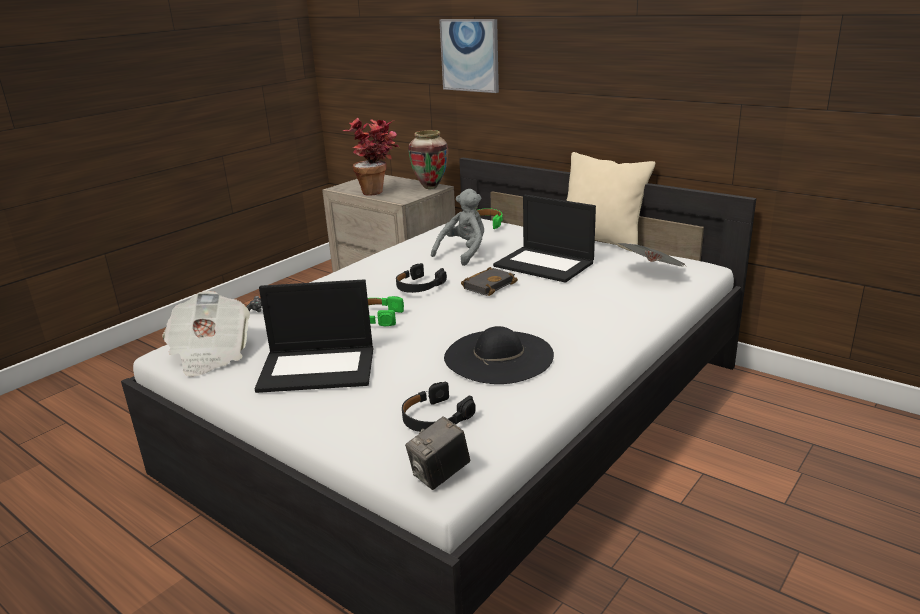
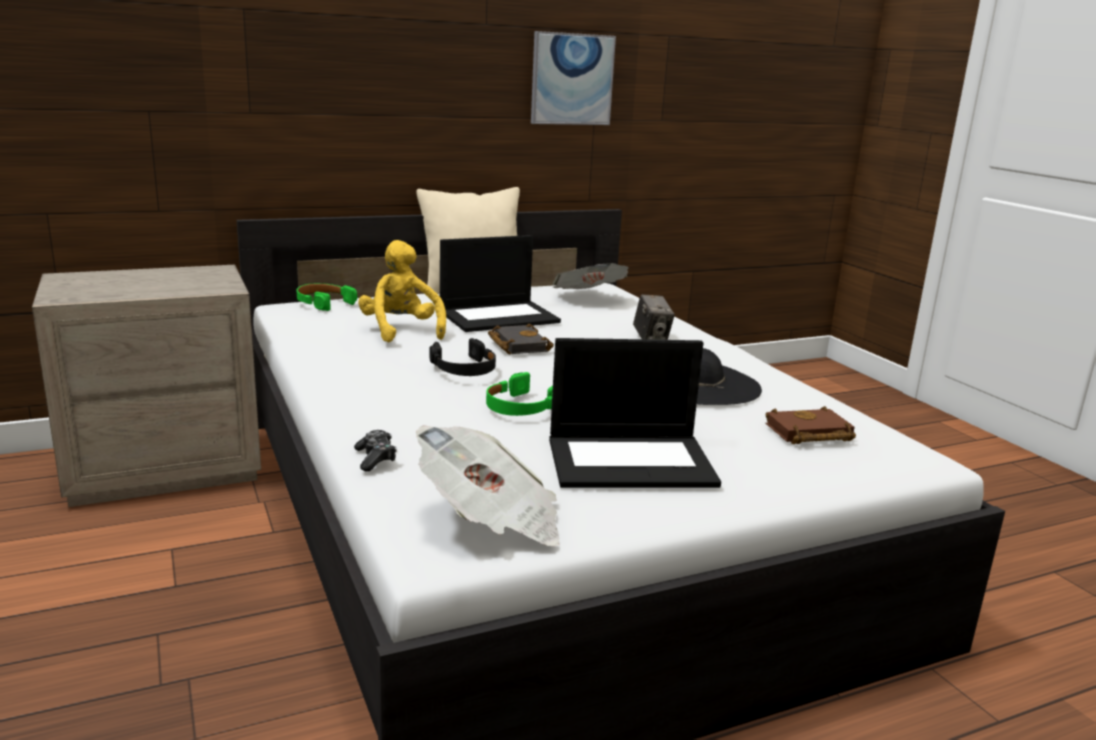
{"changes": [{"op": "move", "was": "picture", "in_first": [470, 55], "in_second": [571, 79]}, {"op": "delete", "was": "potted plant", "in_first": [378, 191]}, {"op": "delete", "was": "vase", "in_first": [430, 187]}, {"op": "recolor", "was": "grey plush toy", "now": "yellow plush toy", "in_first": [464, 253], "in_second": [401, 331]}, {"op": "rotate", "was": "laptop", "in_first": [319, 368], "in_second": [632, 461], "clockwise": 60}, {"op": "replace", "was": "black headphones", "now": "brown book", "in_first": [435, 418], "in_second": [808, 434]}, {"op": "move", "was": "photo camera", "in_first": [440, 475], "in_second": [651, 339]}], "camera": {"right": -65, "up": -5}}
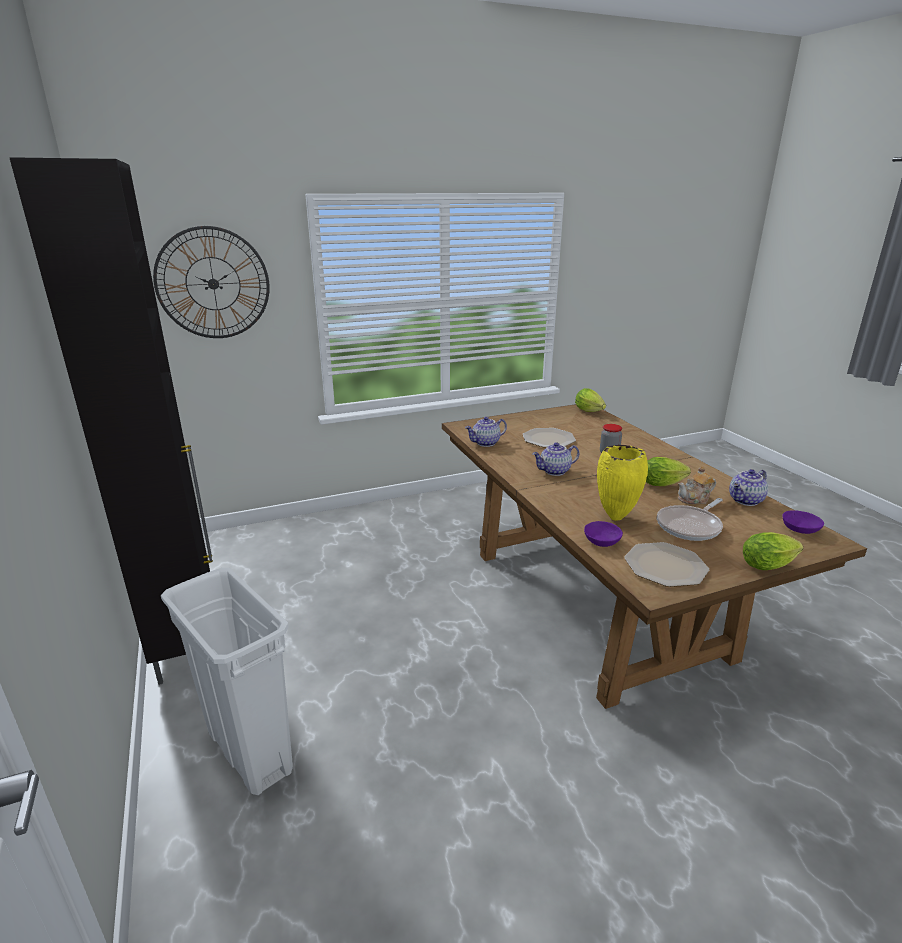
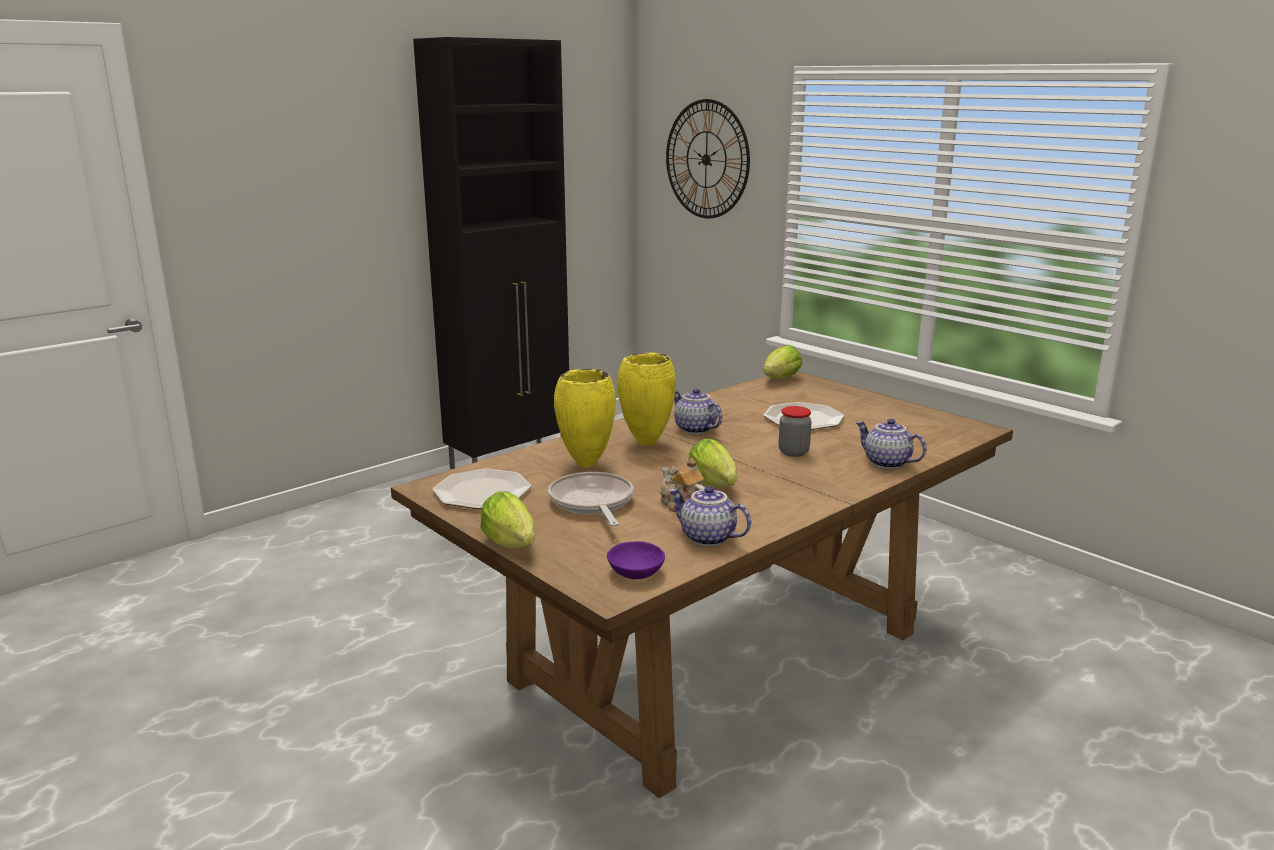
{"changes": [{"op": "move", "was": "lettuce", "in_first": [590, 412], "in_second": [779, 379]}, {"op": "move", "was": "teapot", "in_first": [486, 443], "in_second": [886, 463]}, {"op": "rotate", "was": "frying pan", "in_first": [690, 526], "in_second": [592, 503], "clockwise": 45}, {"op": "delete", "was": "purple bowl", "in_first": [600, 541]}, {"op": "delete", "was": "white trash can", "in_first": [249, 752]}, {"op": "insert", "now": "yellow vase", "in_second": [645, 443]}], "camera": {"right": 70, "up": -5}}
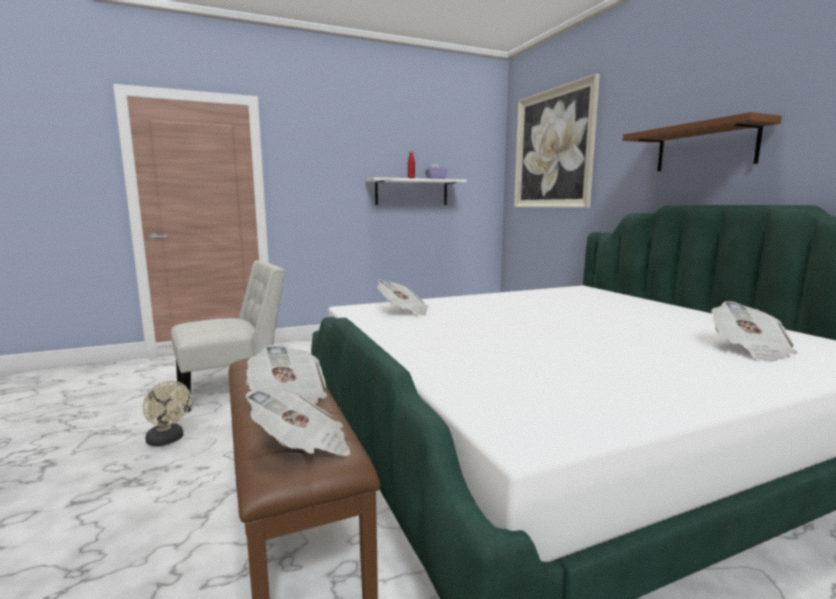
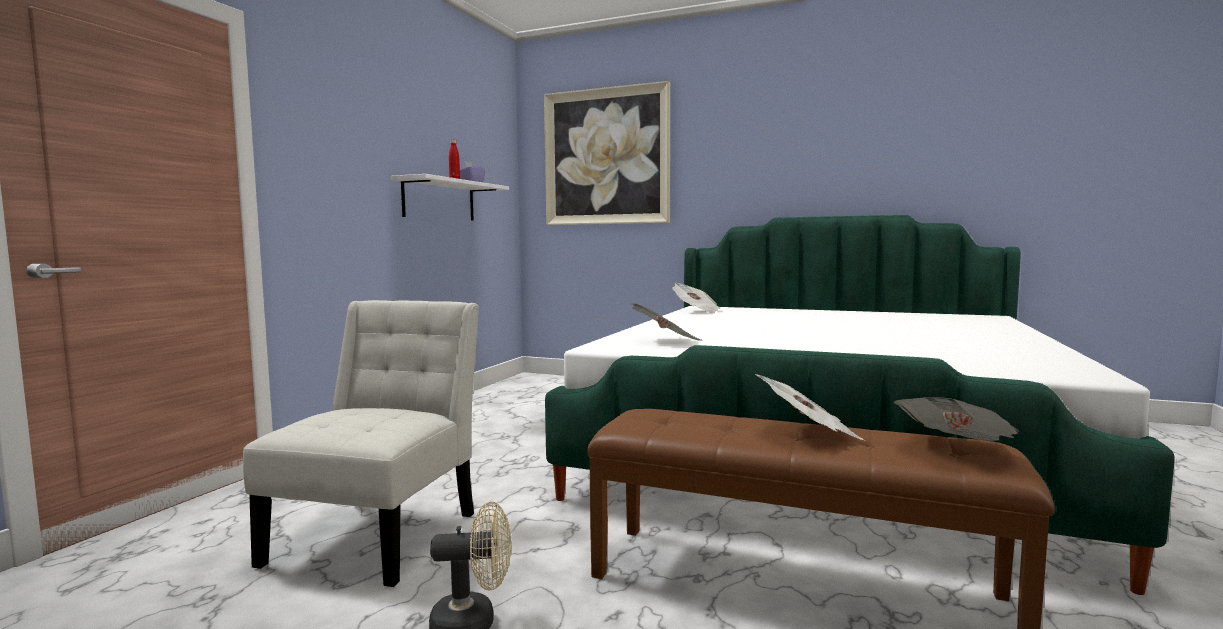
{"changes": [{"op": "delete", "was": "brown shelf", "in_first": [705, 147]}, {"op": "move", "was": "newspaper", "in_first": [749, 350], "in_second": [696, 311]}], "camera": {"right": -45, "up": -5}}
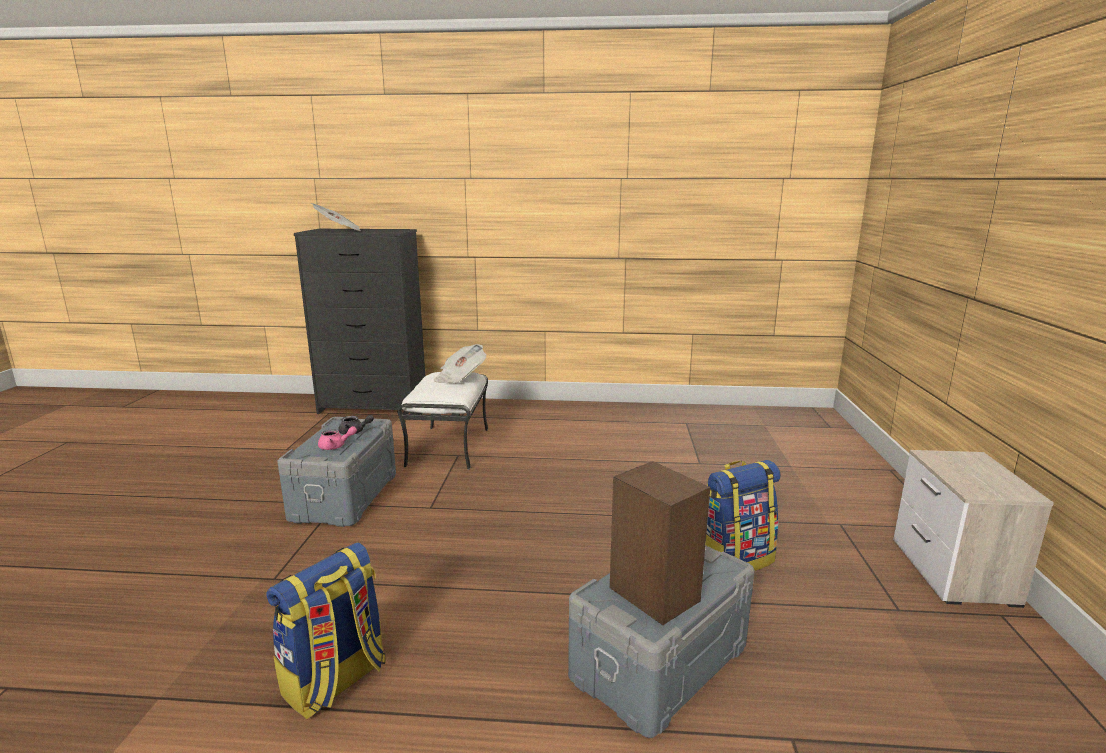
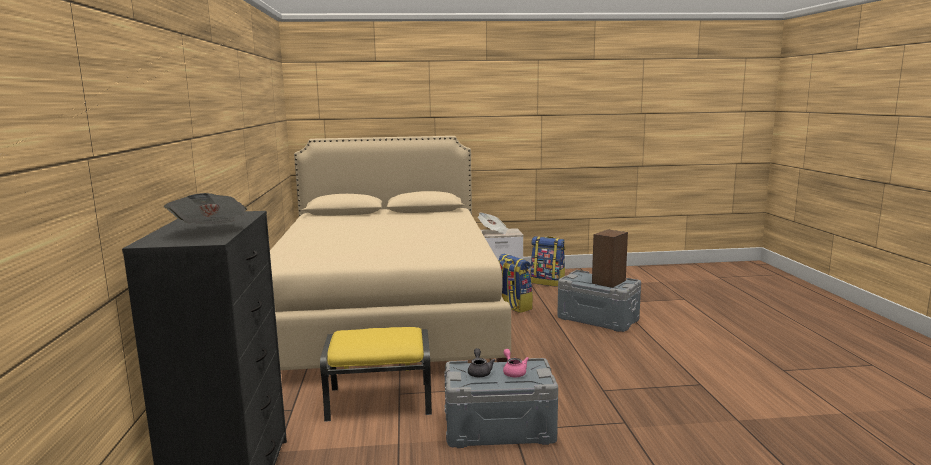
{"changes": [{"op": "move", "was": "newspaper", "in_first": [460, 378], "in_second": [493, 232]}, {"op": "recolor", "was": "white ottoman", "now": "yellow ottoman", "in_first": [449, 447], "in_second": [380, 401]}, {"op": "move", "was": "backpack", "in_first": [336, 681], "in_second": [548, 282]}, {"op": "insert", "now": "beige bed", "in_second": [386, 317]}], "camera": {"right": -100, "up": -5}}
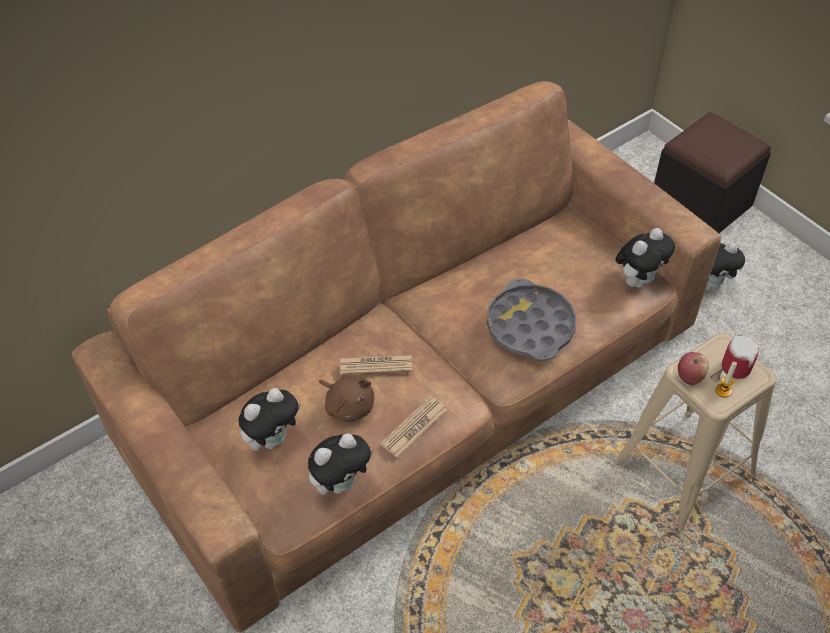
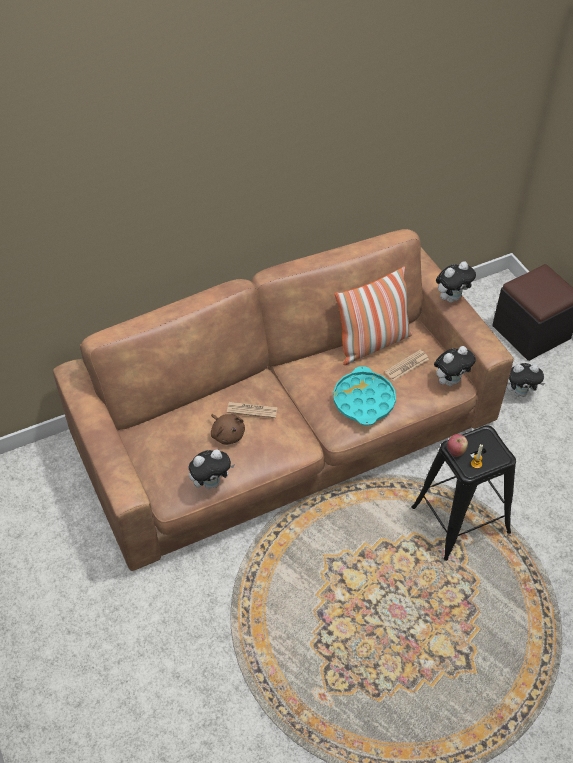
{"changes": [{"op": "recolor", "was": "grey tray", "now": "turquoise tray", "in_first": [530, 326], "in_second": [363, 400]}, {"op": "recolor", "was": "beige stool", "now": "black stool", "in_first": [684, 469], "in_second": [461, 520]}, {"op": "delete", "was": "mug", "in_first": [740, 367]}, {"op": "move", "was": "plush toy", "in_first": [273, 439], "in_second": [451, 298]}, {"op": "move", "was": "newspaper", "in_first": [413, 427], "in_second": [406, 366]}, {"op": "insert", "now": "pillow", "in_second": [372, 344]}], "camera": {"right": 10, "up": 0}}
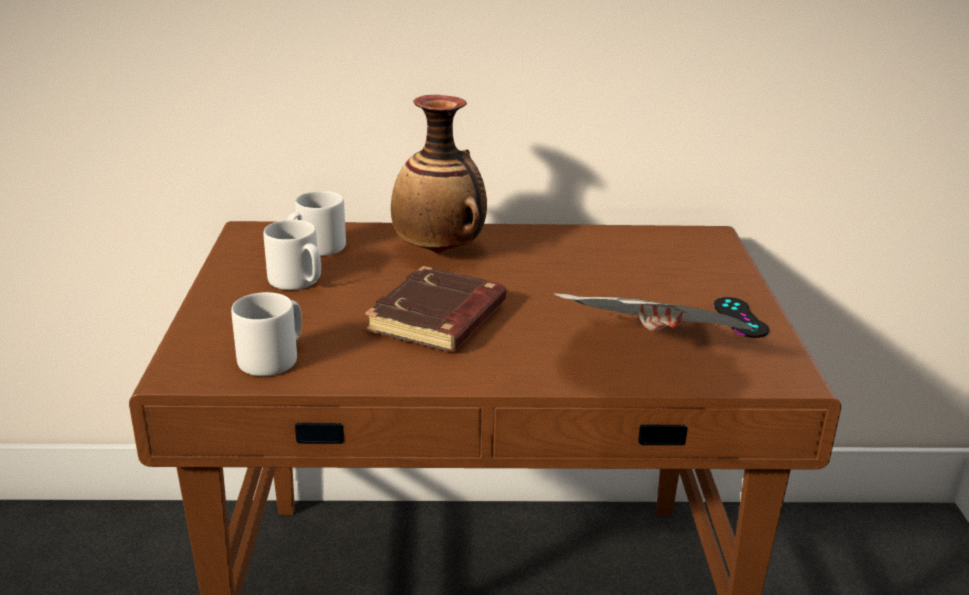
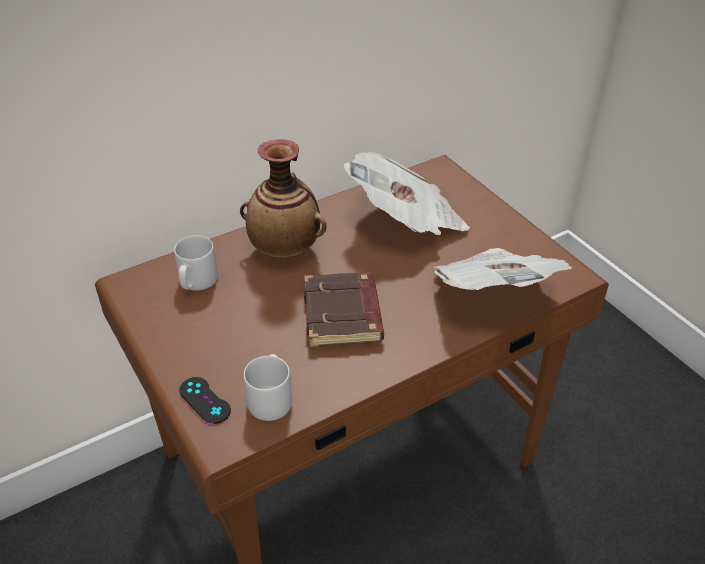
{"changes": [{"op": "delete", "was": "grey mug", "in_first": [298, 282]}, {"op": "move", "was": "black game controller", "in_first": [740, 318], "in_second": [205, 400]}, {"op": "insert", "now": "newspaper", "in_second": [407, 221]}], "camera": {"right": -30, "up": 15}}
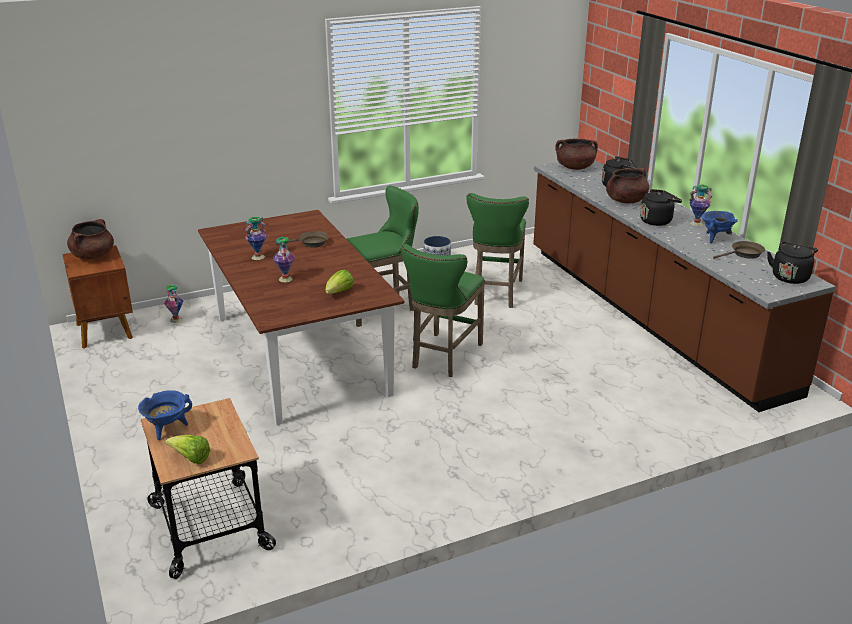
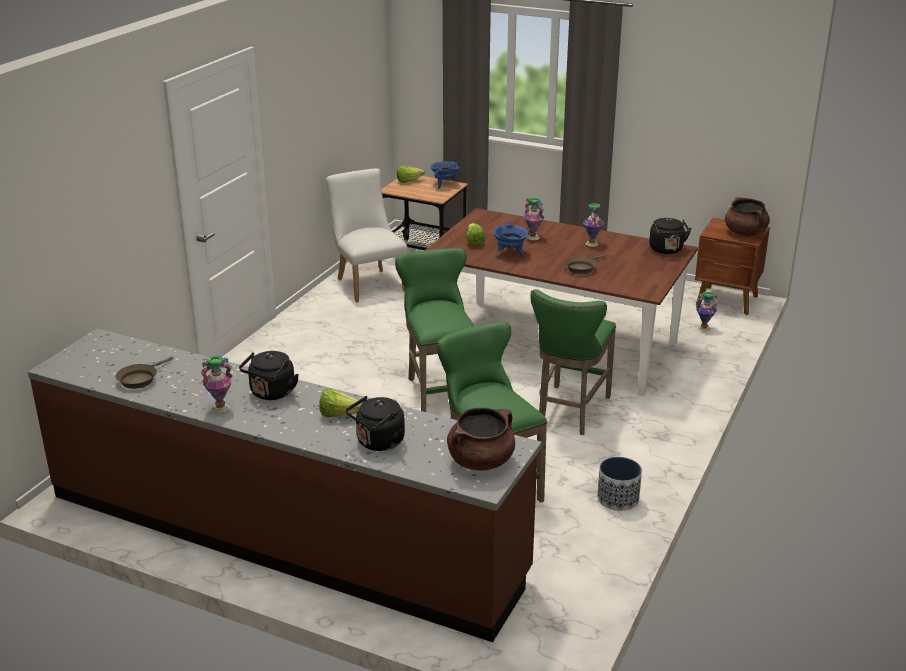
{"changes": [{"op": "replace", "was": "brown cooking pot", "now": "lettuce", "in_first": [626, 201], "in_second": [339, 415]}, {"op": "move", "was": "blue cooking pot", "in_first": [715, 238], "in_second": [510, 253]}, {"op": "move", "was": "black kettle", "in_first": [790, 277], "in_second": [667, 250]}, {"op": "insert", "now": "white chair", "in_second": [368, 283]}], "camera": {"right": 140, "up": 0}}
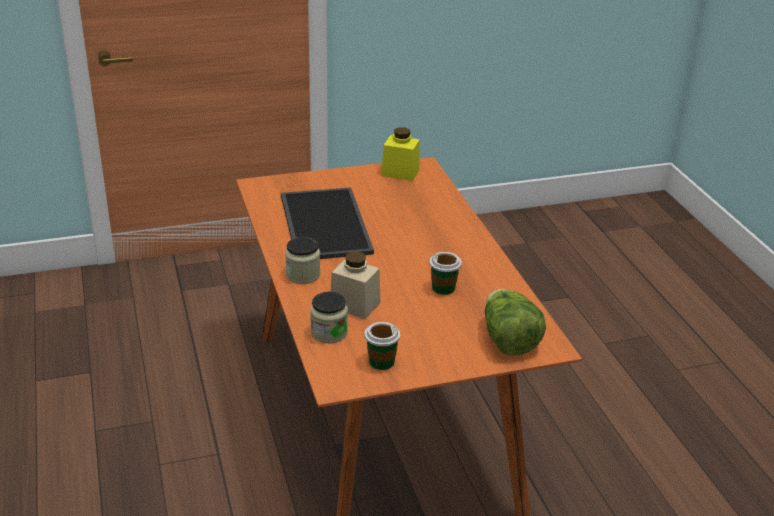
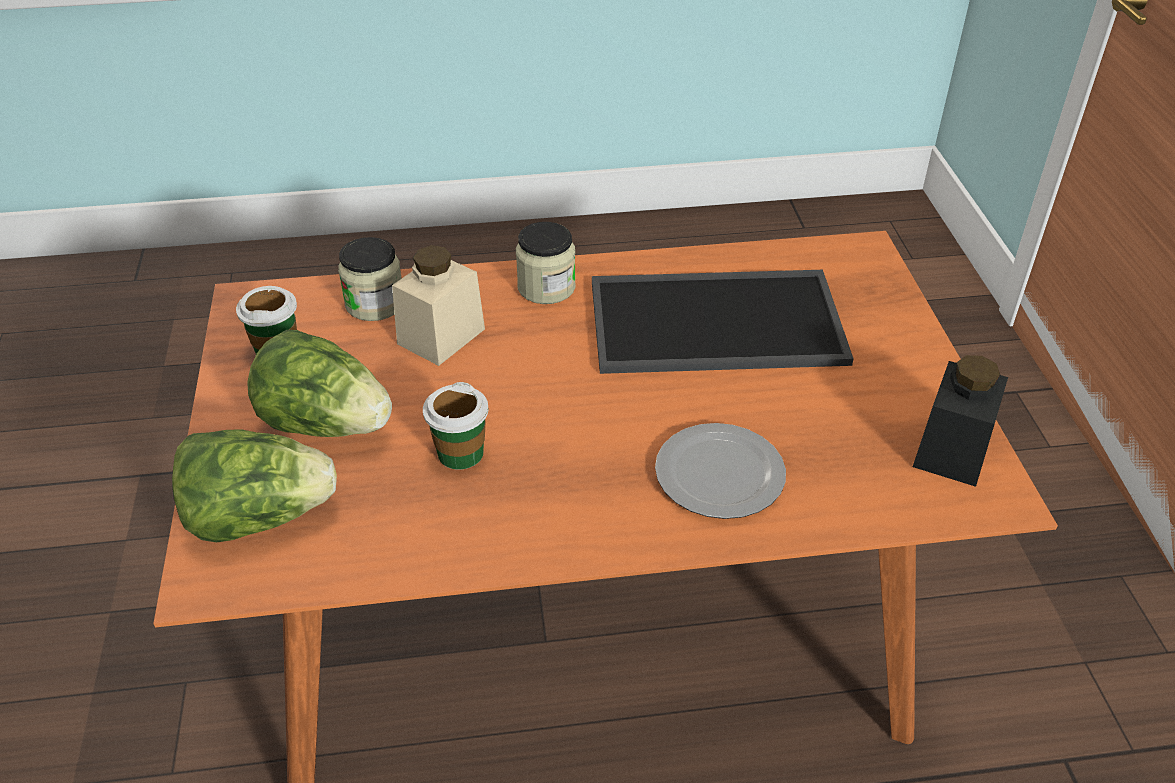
{"changes": [{"op": "recolor", "was": "yellow jar", "now": "black jar", "in_first": [400, 172], "in_second": [952, 450]}, {"op": "insert", "now": "lettuce", "in_second": [327, 424]}, {"op": "insert", "now": "plate", "in_second": [717, 474]}], "camera": {"right": 100, "up": 10}}
